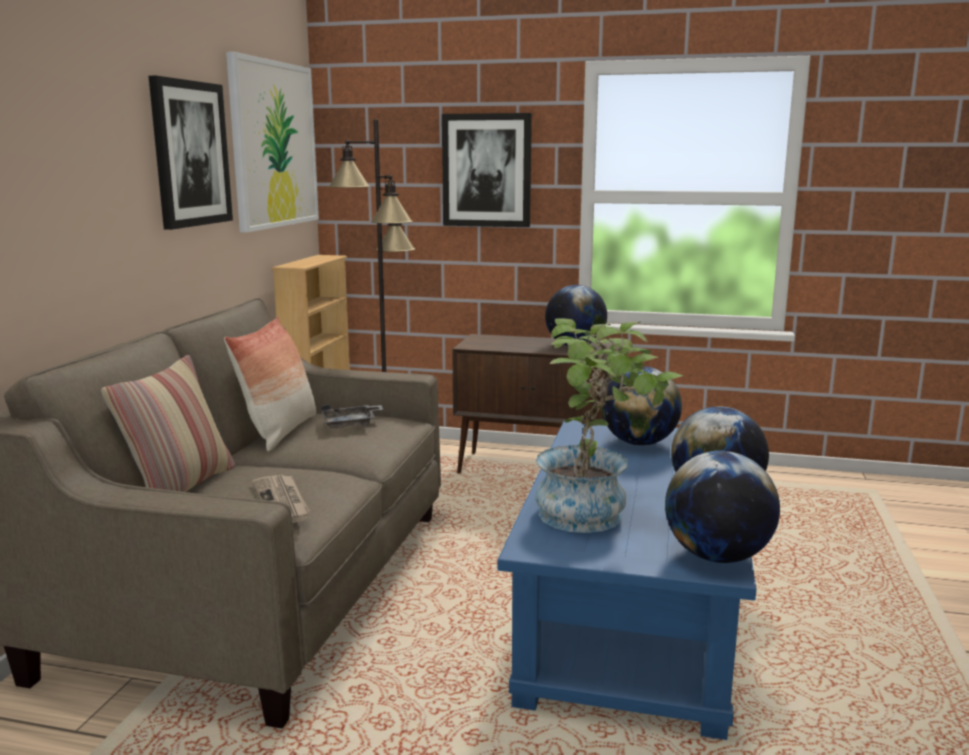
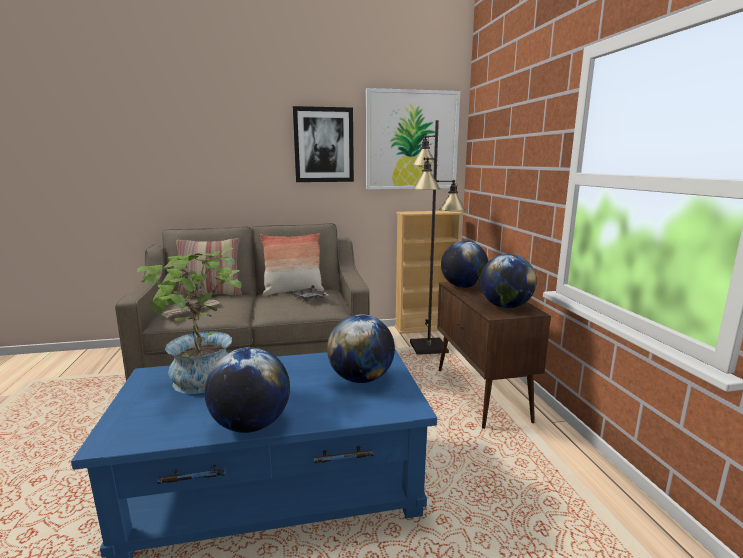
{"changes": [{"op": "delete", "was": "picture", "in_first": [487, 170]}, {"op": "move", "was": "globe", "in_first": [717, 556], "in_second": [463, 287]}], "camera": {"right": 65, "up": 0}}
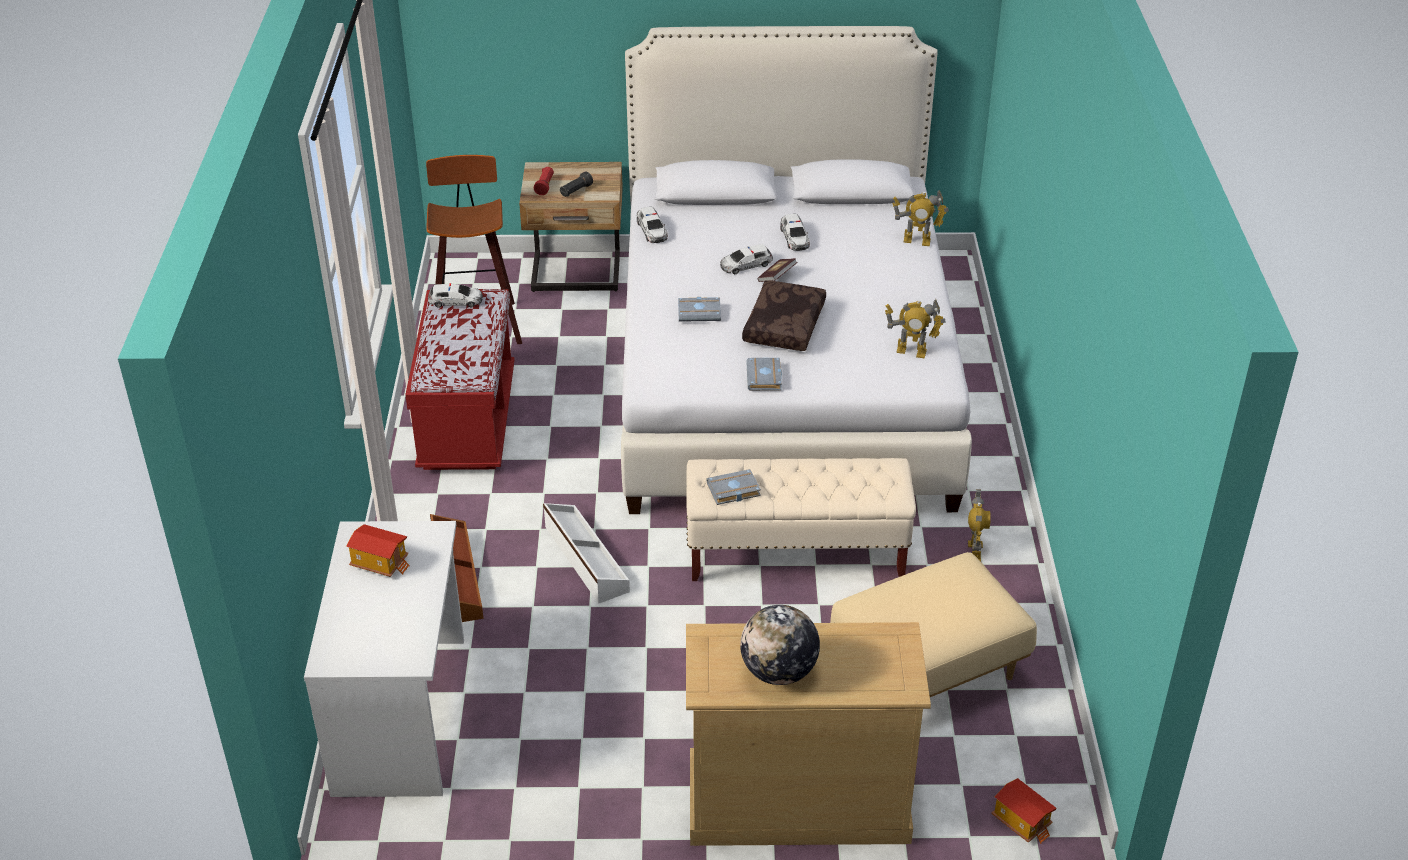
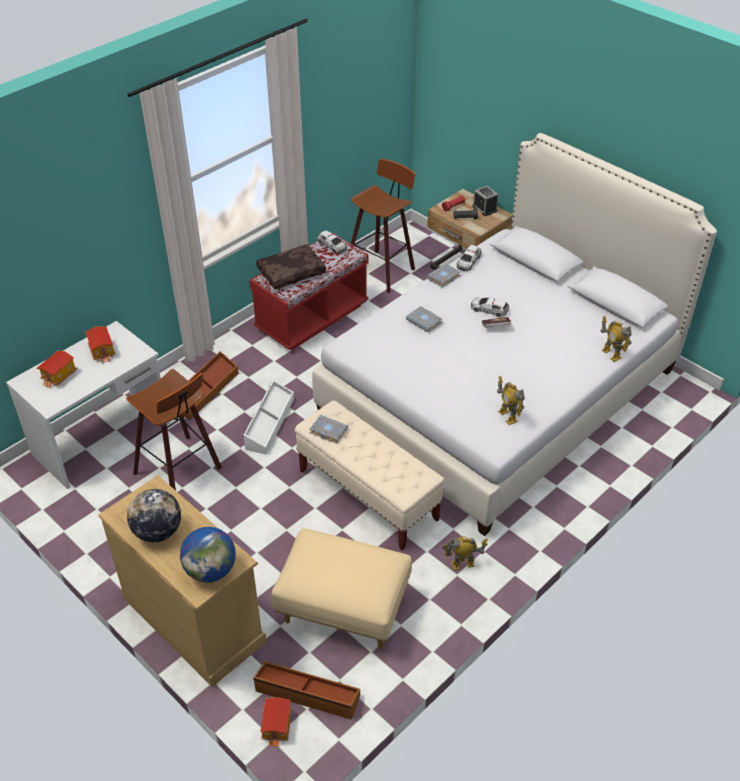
{"changes": [{"op": "delete", "was": "toy car", "in_first": [794, 238]}, {"op": "move", "was": "brown pillow", "in_first": [783, 325], "in_second": [291, 272]}, {"op": "move", "was": "grey book", "in_first": [765, 378], "in_second": [443, 278]}, {"op": "rotate", "was": "toy robot", "in_first": [974, 551], "in_second": [462, 565], "clockwise": -150}, {"op": "insert", "now": "alarm clock", "in_second": [484, 208]}, {"op": "insert", "now": "toy house", "in_second": [59, 376]}, {"op": "insert", "now": "stool", "in_second": [181, 470]}, {"op": "insert", "now": "globe", "in_second": [211, 570]}, {"op": "insert", "now": "brown storage box", "in_second": [307, 694]}], "camera": {"right": 45, "up": 5}}
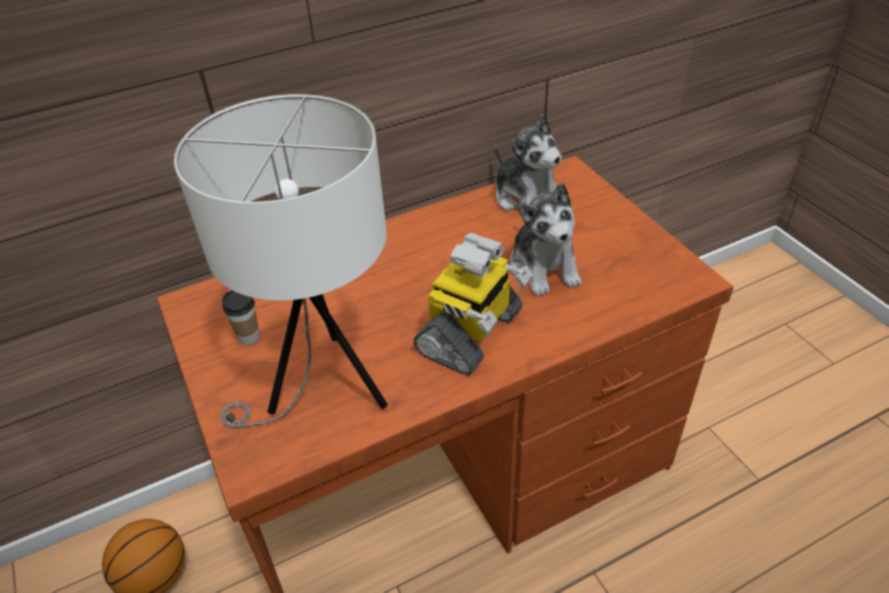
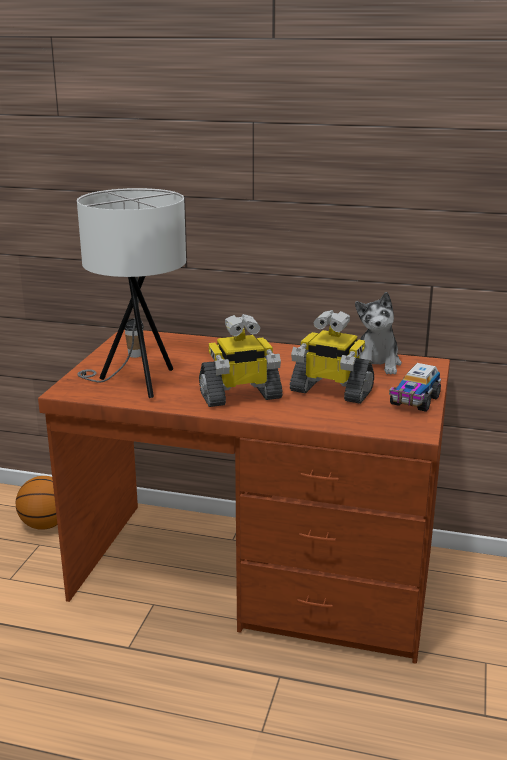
{"changes": [{"op": "replace", "was": "plush toy", "now": "toy robot", "in_first": [544, 267], "in_second": [330, 391]}, {"op": "insert", "now": "toy truck", "in_second": [414, 401]}], "camera": {"right": 40, "up": -20}}
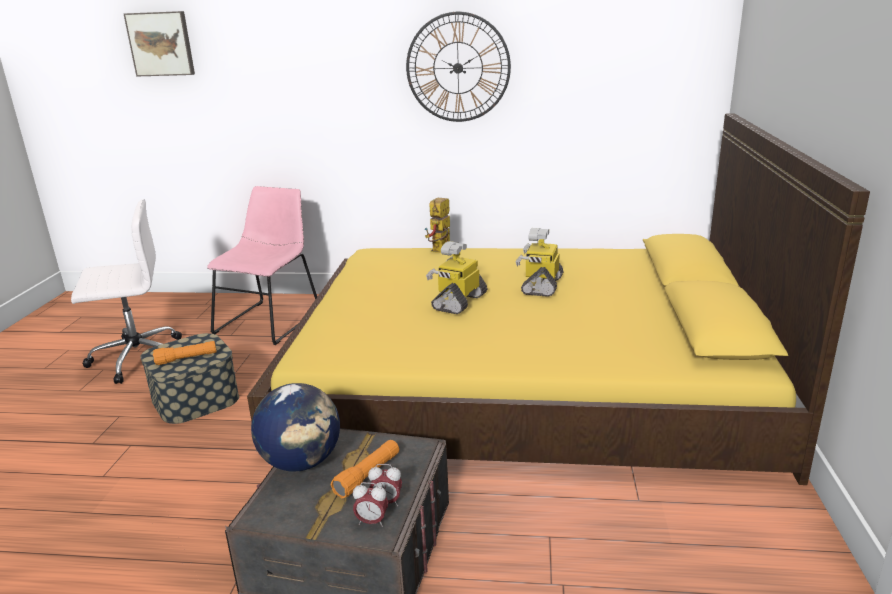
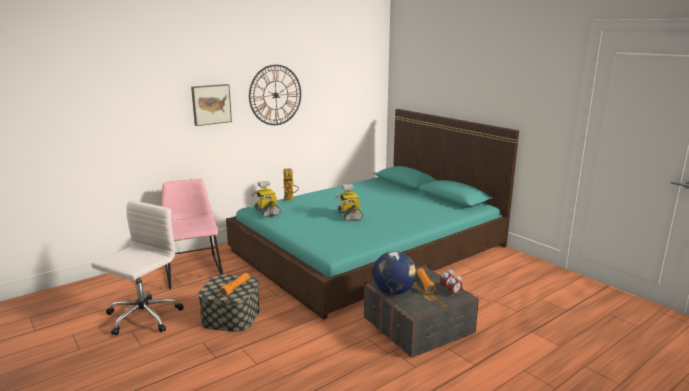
{"changes": [{"op": "move", "was": "picture", "in_first": [161, 44], "in_second": [211, 104]}, {"op": "recolor", "was": "yellow bed", "now": "turquoise bed", "in_first": [524, 374], "in_second": [369, 248]}, {"op": "move", "was": "toy robot", "in_first": [541, 285], "in_second": [266, 212]}], "camera": {"right": -45, "up": -5}}
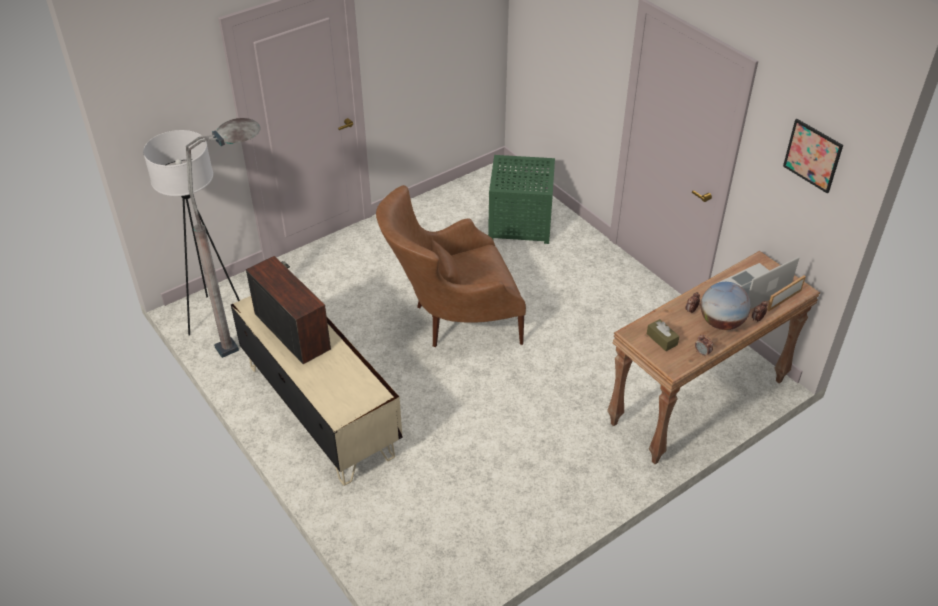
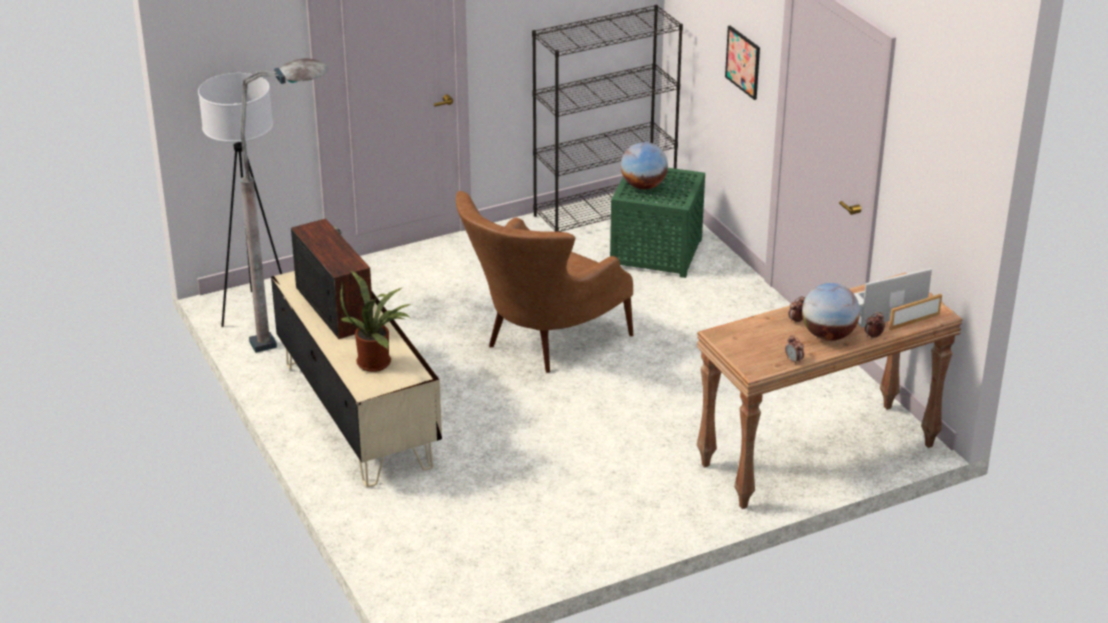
{"changes": [{"op": "move", "was": "picture", "in_first": [813, 155], "in_second": [743, 62]}, {"op": "rotate", "was": "brown armchair", "in_first": [452, 321], "in_second": [539, 344], "clockwise": -45}, {"op": "delete", "was": "brown tissue box", "in_first": [661, 339]}, {"op": "insert", "now": "black bookcase", "in_second": [605, 211]}, {"op": "insert", "now": "globe", "in_second": [643, 186]}, {"op": "insert", "now": "potted plant", "in_second": [377, 362]}], "camera": {"right": 10, "up": -10}}
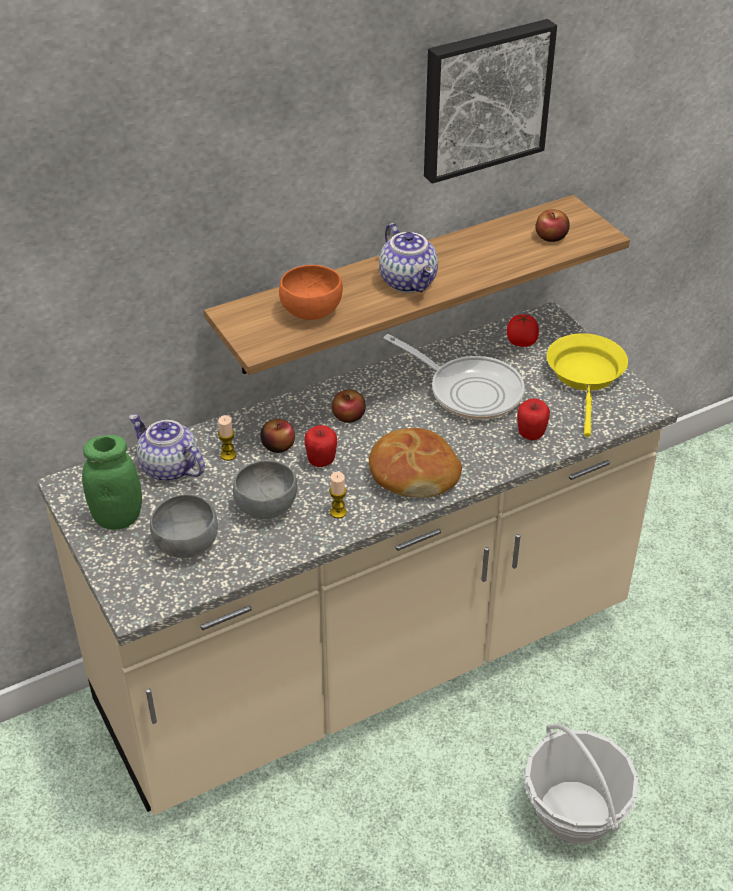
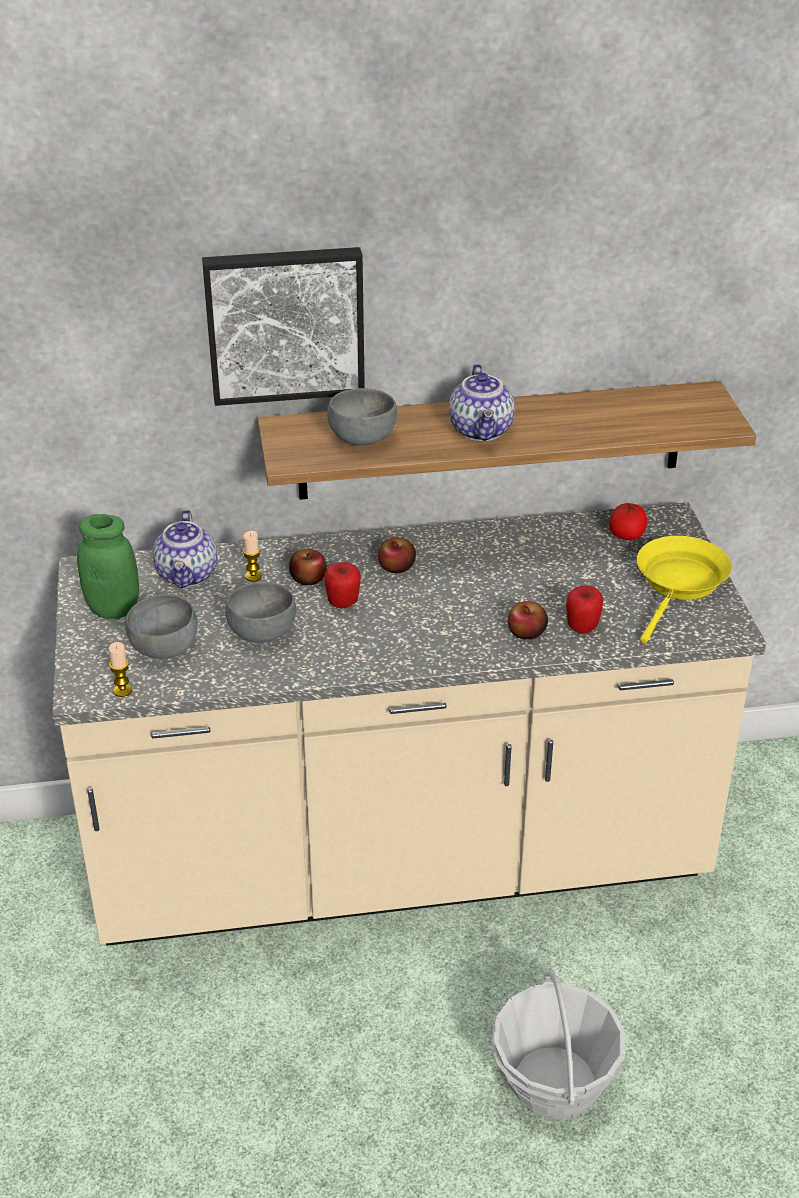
{"changes": [{"op": "move", "was": "picture", "in_first": [484, 98], "in_second": [285, 323]}, {"op": "move", "was": "apple", "in_first": [551, 237], "in_second": [527, 633]}, {"op": "recolor", "was": "orange bowl", "now": "grey bowl", "in_first": [311, 312], "in_second": [362, 439]}, {"op": "delete", "was": "frying pan", "in_first": [469, 391]}, {"op": "rotate", "was": "teapot", "in_first": [168, 468], "in_second": [188, 575], "clockwise": -150}, {"op": "delete", "was": "bread", "in_first": [413, 473]}, {"op": "move", "was": "candle", "in_first": [338, 512], "in_second": [122, 690]}], "camera": {"right": 20, "up": -5}}
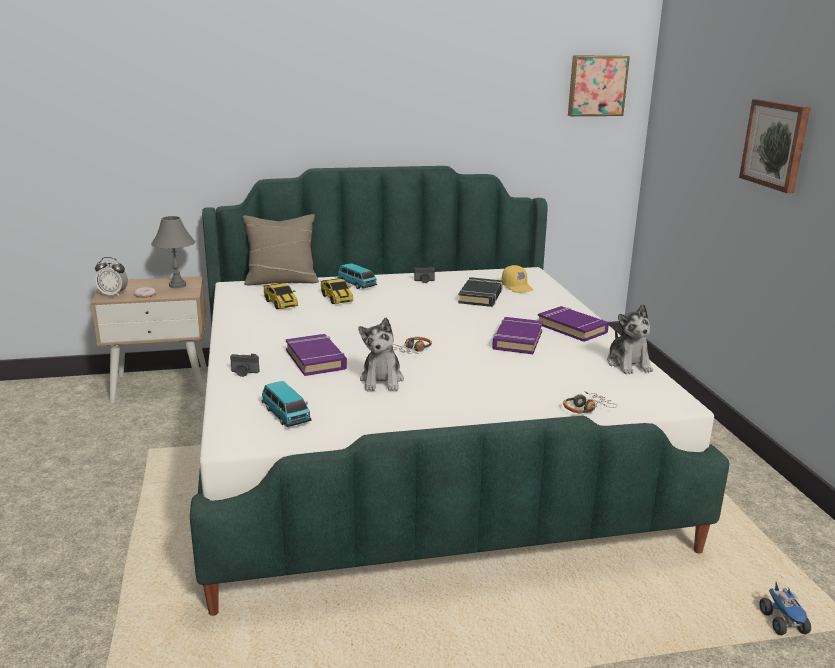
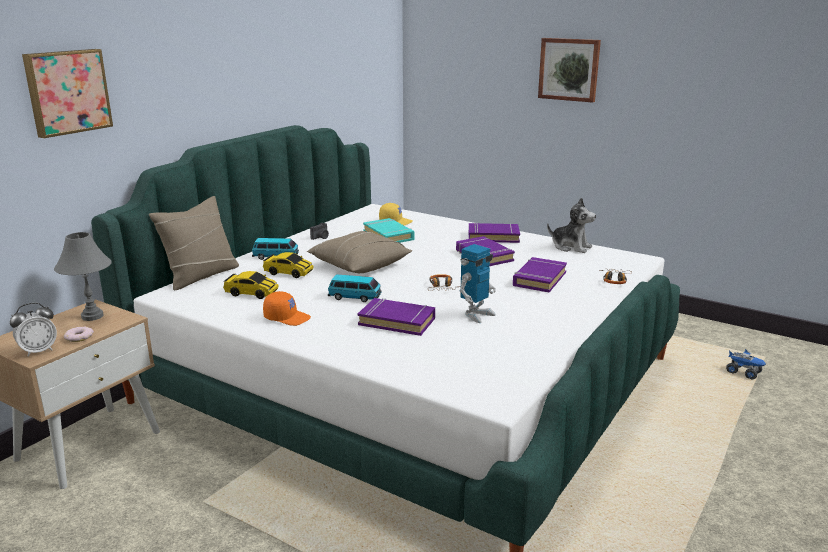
{"changes": [{"op": "move", "was": "picture", "in_first": [596, 85], "in_second": [67, 92]}, {"op": "recolor", "was": "black book", "now": "turquoise book", "in_first": [481, 296], "in_second": [389, 235]}, {"op": "replace", "was": "plush toy", "now": "toy robot", "in_first": [382, 380], "in_second": [476, 315]}, {"op": "delete", "was": "photo camera", "in_first": [244, 373]}, {"op": "move", "was": "toy car", "in_first": [286, 415], "in_second": [355, 297]}, {"op": "insert", "now": "beige pillow", "in_second": [359, 265]}, {"op": "insert", "now": "purple book", "in_second": [539, 279]}, {"op": "insert", "now": "orange cap", "in_second": [287, 317]}], "camera": {"right": -45, "up": 0}}
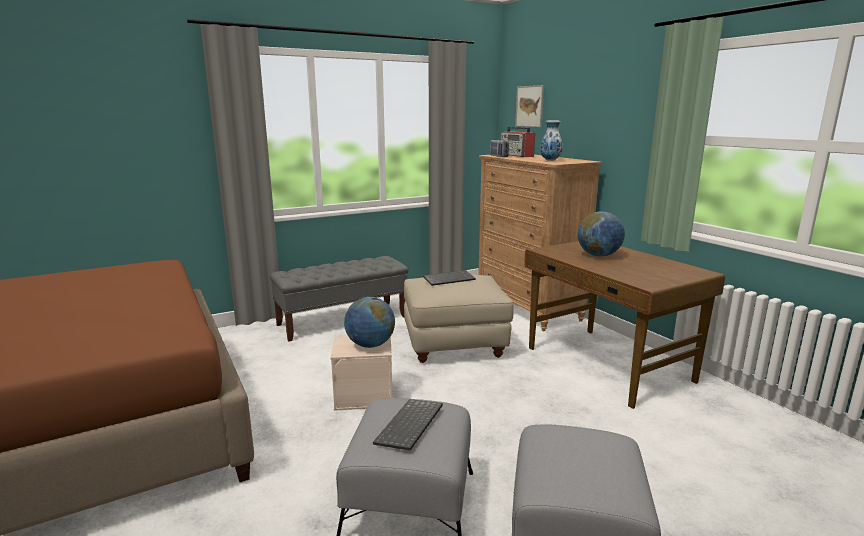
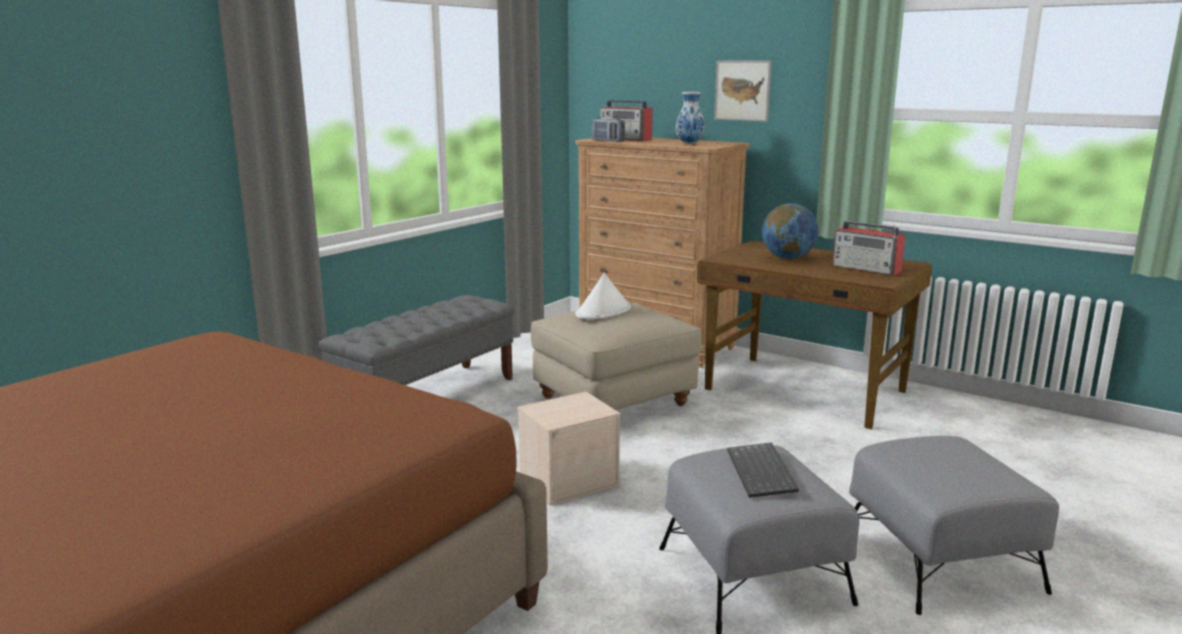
{"changes": [{"op": "move", "was": "picture", "in_first": [529, 106], "in_second": [742, 90]}, {"op": "replace", "was": "keyboard", "now": "white hat", "in_first": [449, 279], "in_second": [603, 311]}, {"op": "delete", "was": "globe", "in_first": [370, 345]}, {"op": "insert", "now": "radio", "in_second": [867, 269]}], "camera": {"right": -25, "up": 0}}
